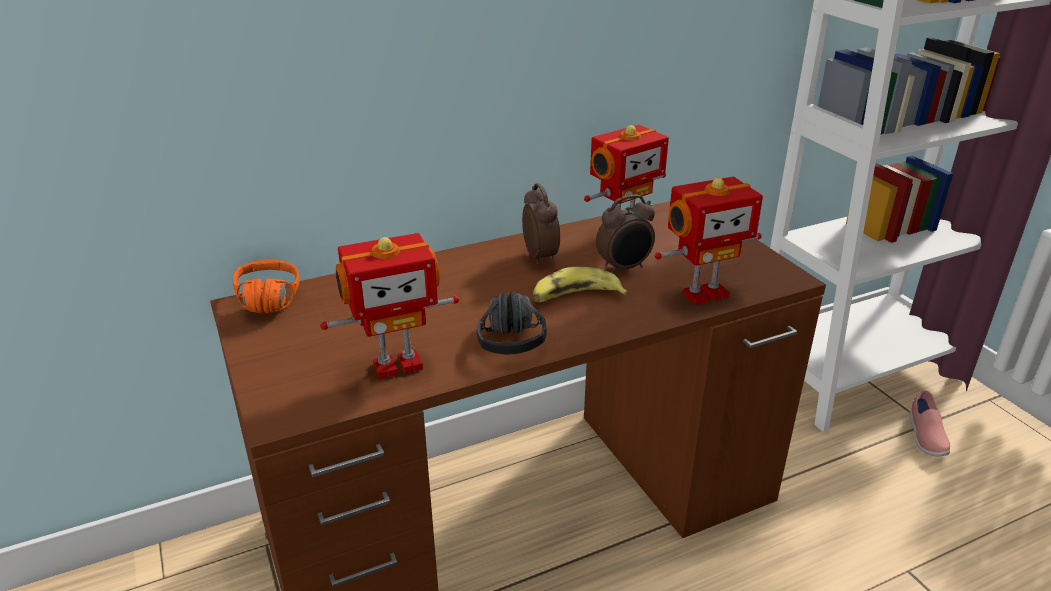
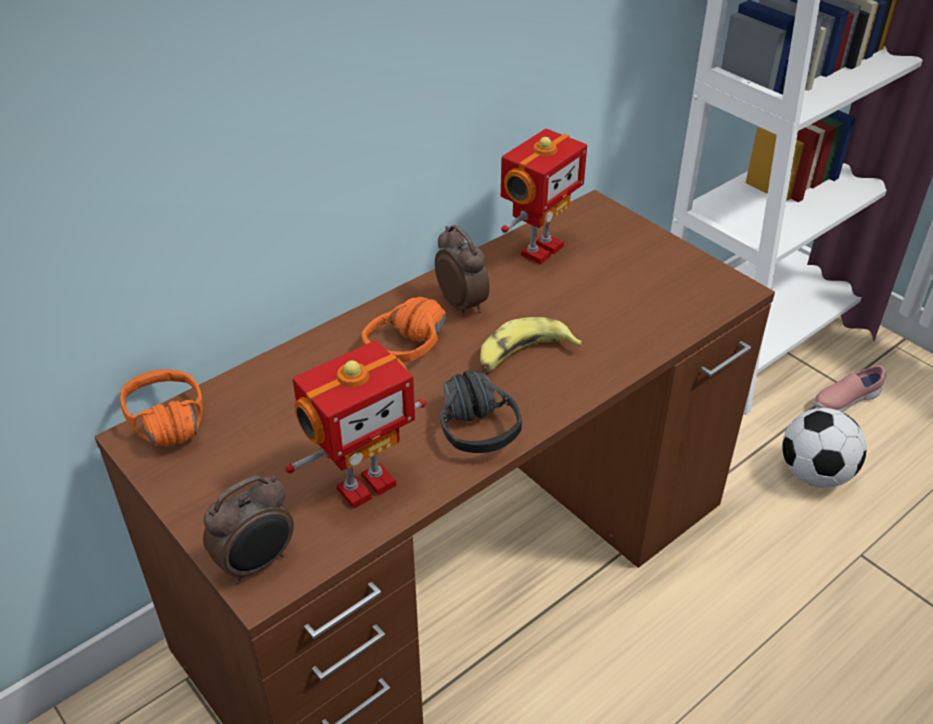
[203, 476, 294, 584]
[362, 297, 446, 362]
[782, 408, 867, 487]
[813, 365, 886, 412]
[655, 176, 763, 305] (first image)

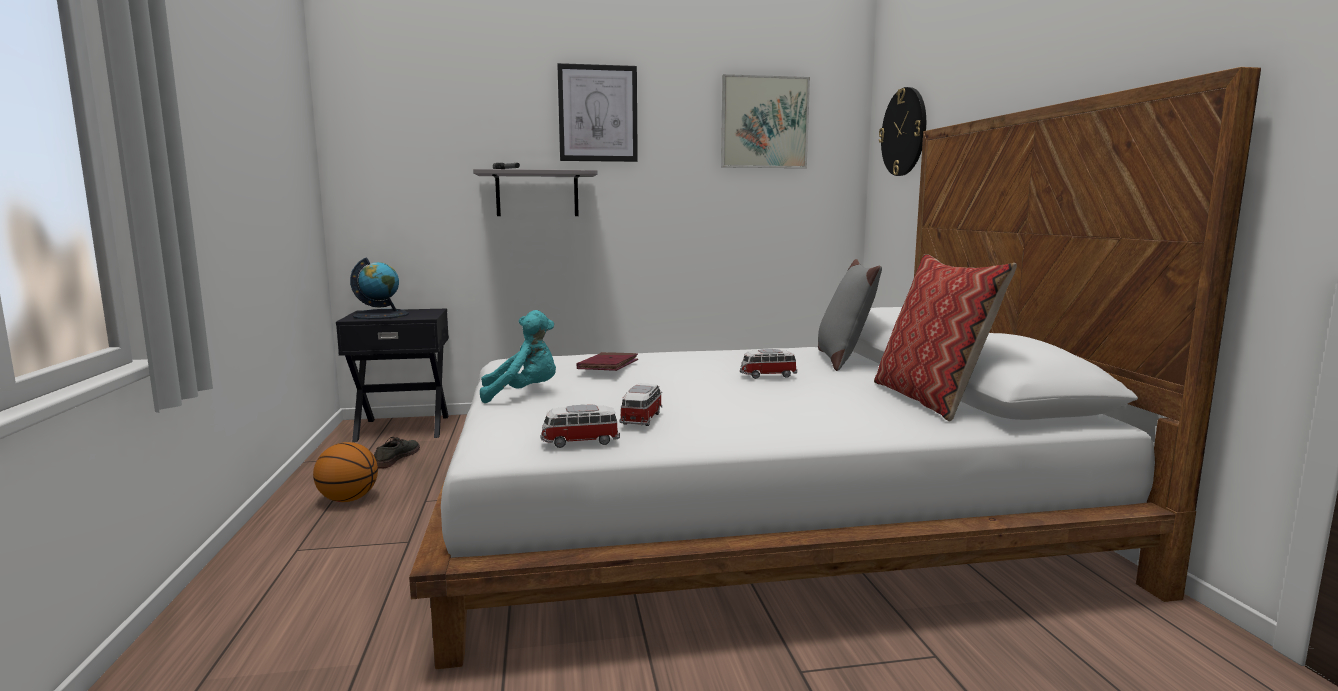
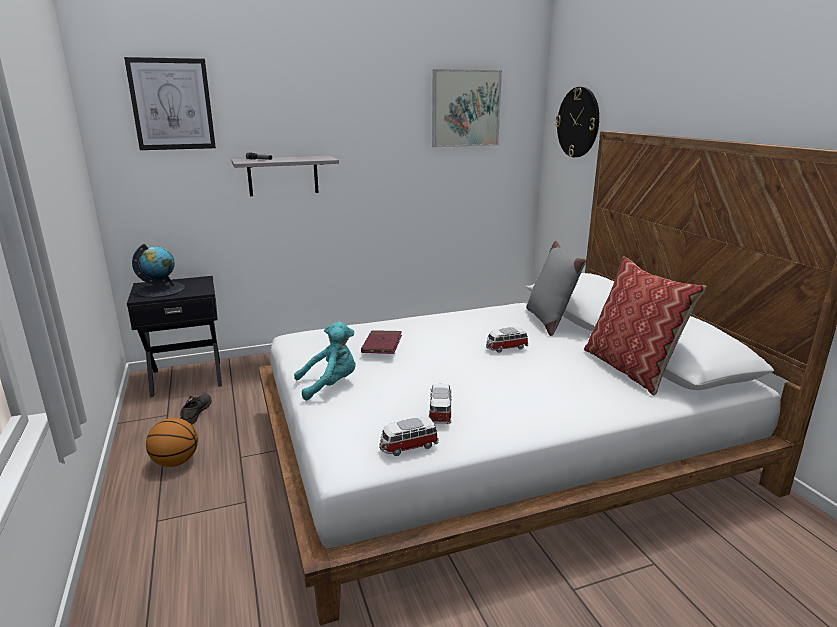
[124, 57, 216, 150]

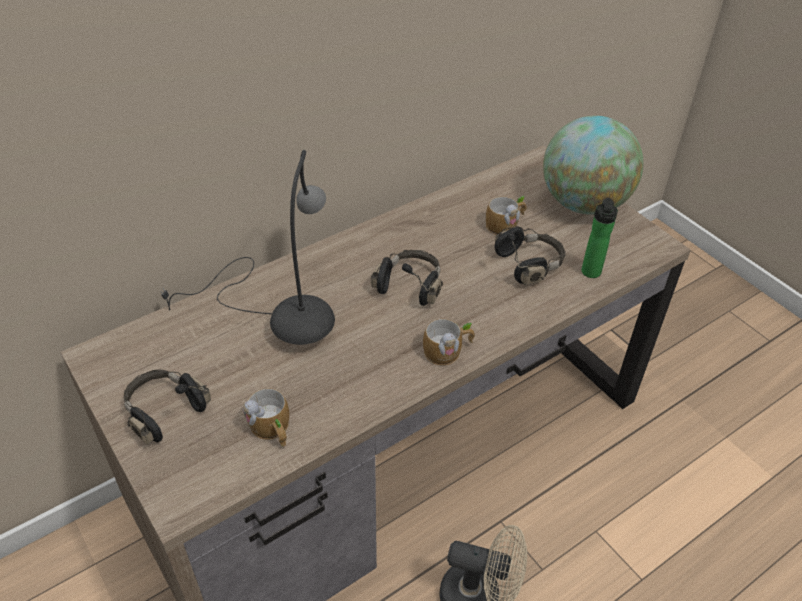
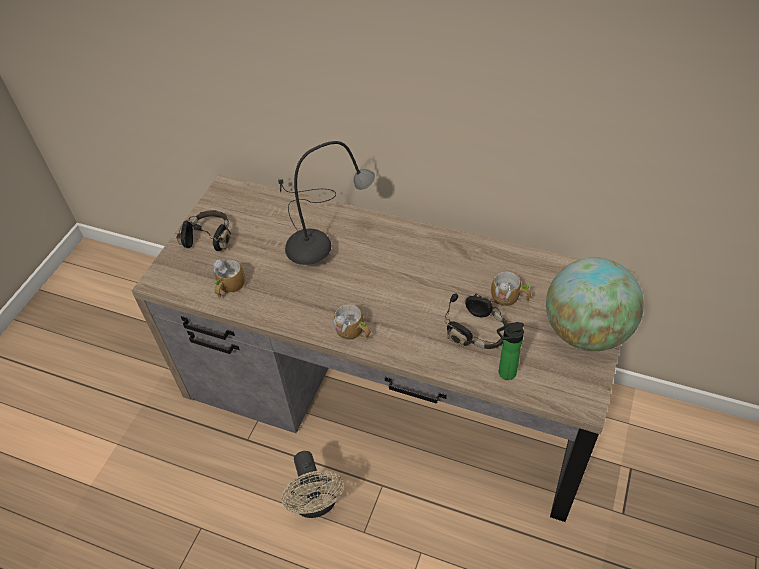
[371, 250, 443, 306] (first image)

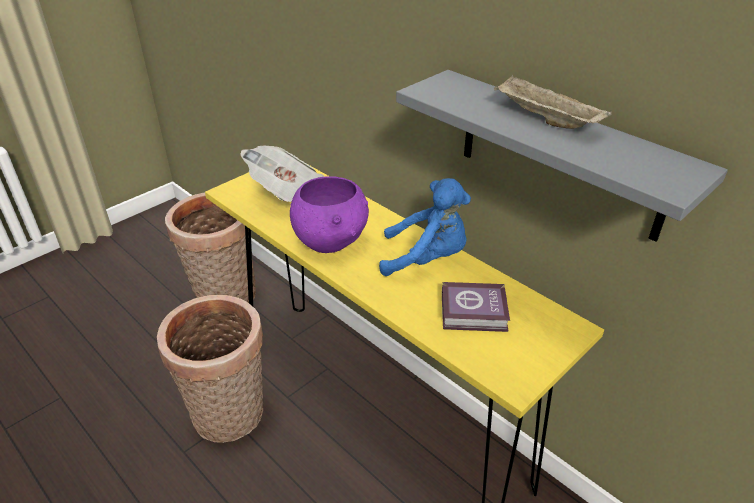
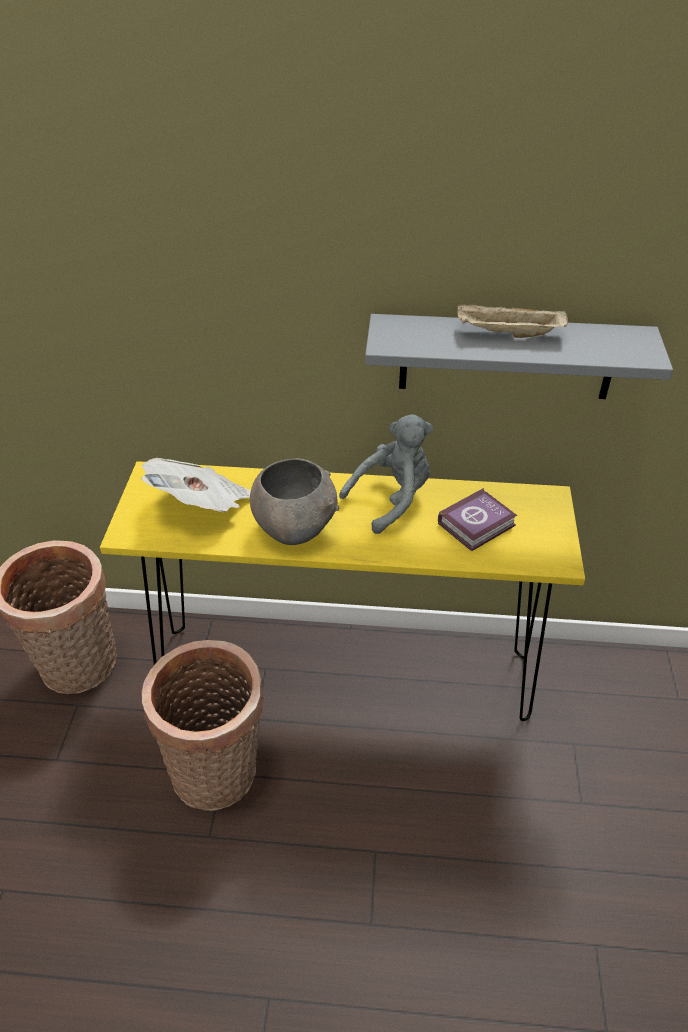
[250, 458, 339, 545]
[339, 414, 433, 534]

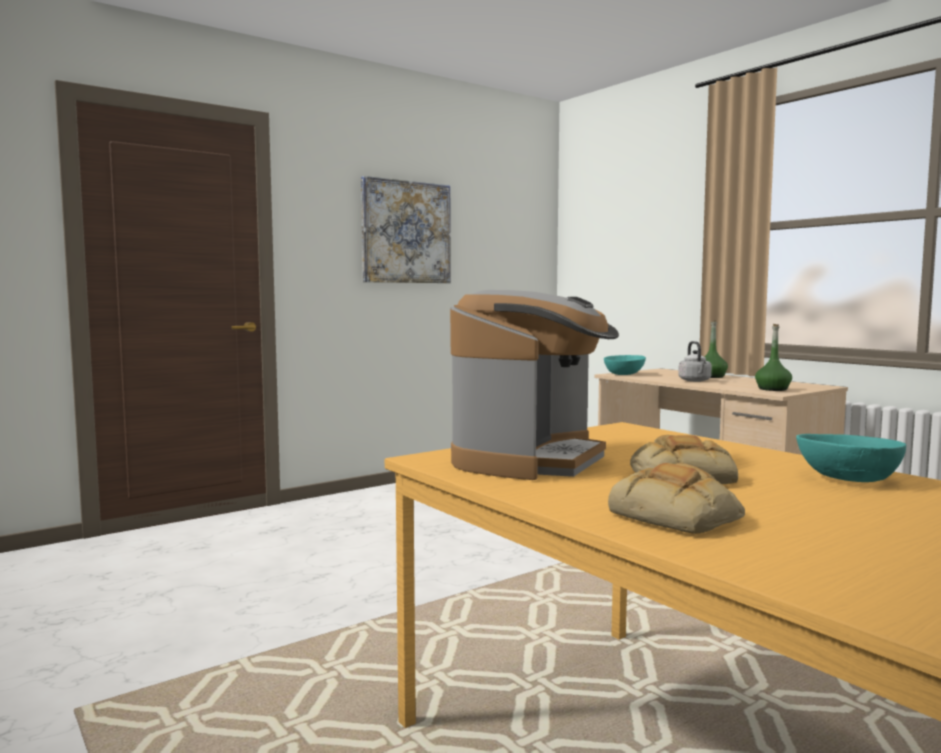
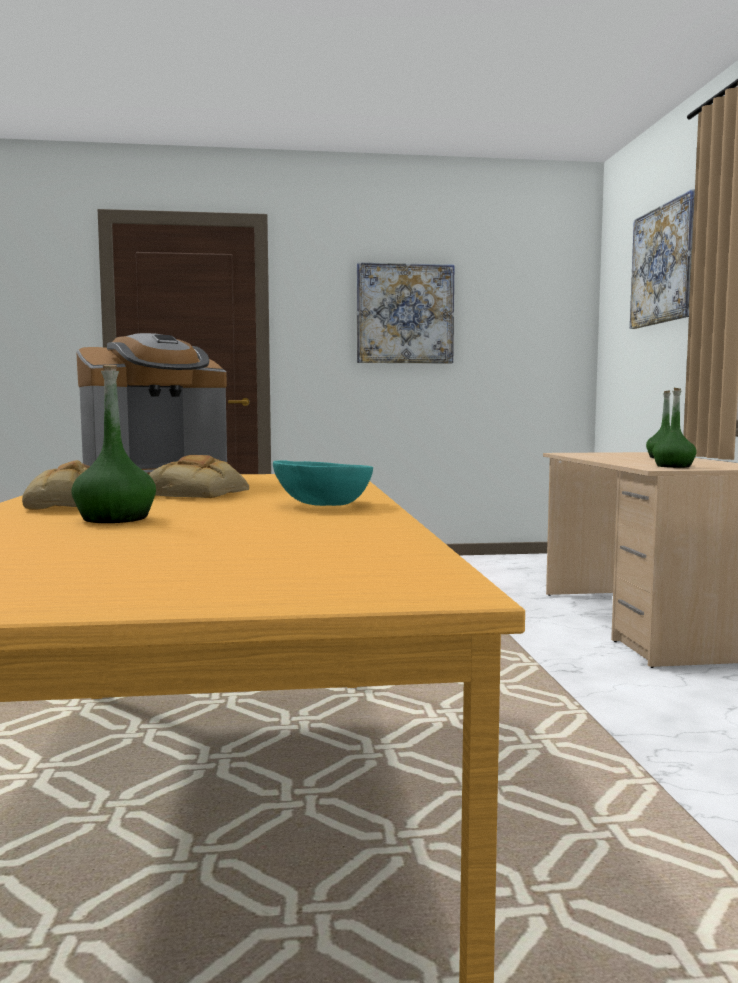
[72, 365, 156, 523]
[630, 189, 695, 329]
[604, 355, 646, 375] (first image)
[678, 341, 712, 382] (first image)

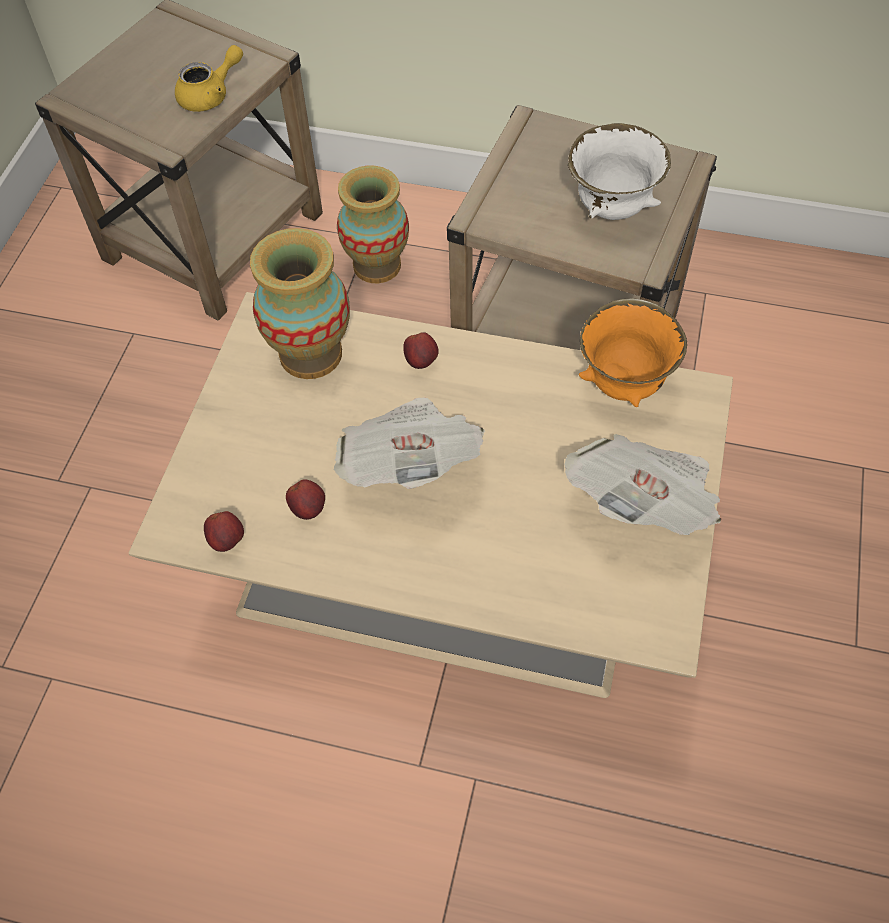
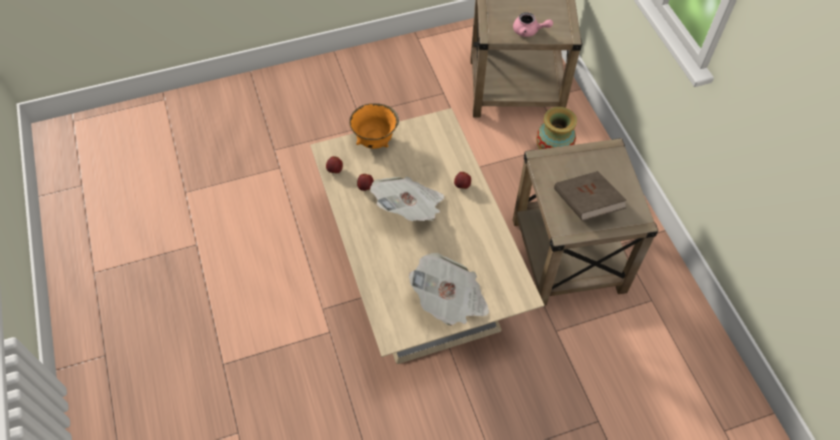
[349, 103, 399, 149]
[513, 12, 553, 37]
[554, 171, 627, 221]
[250, 228, 350, 379] (first image)

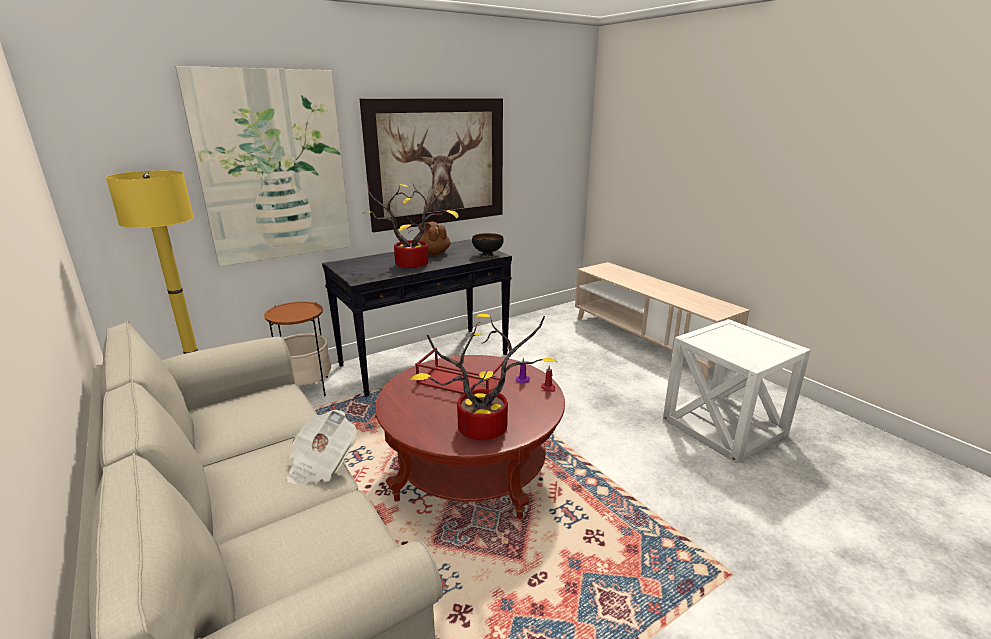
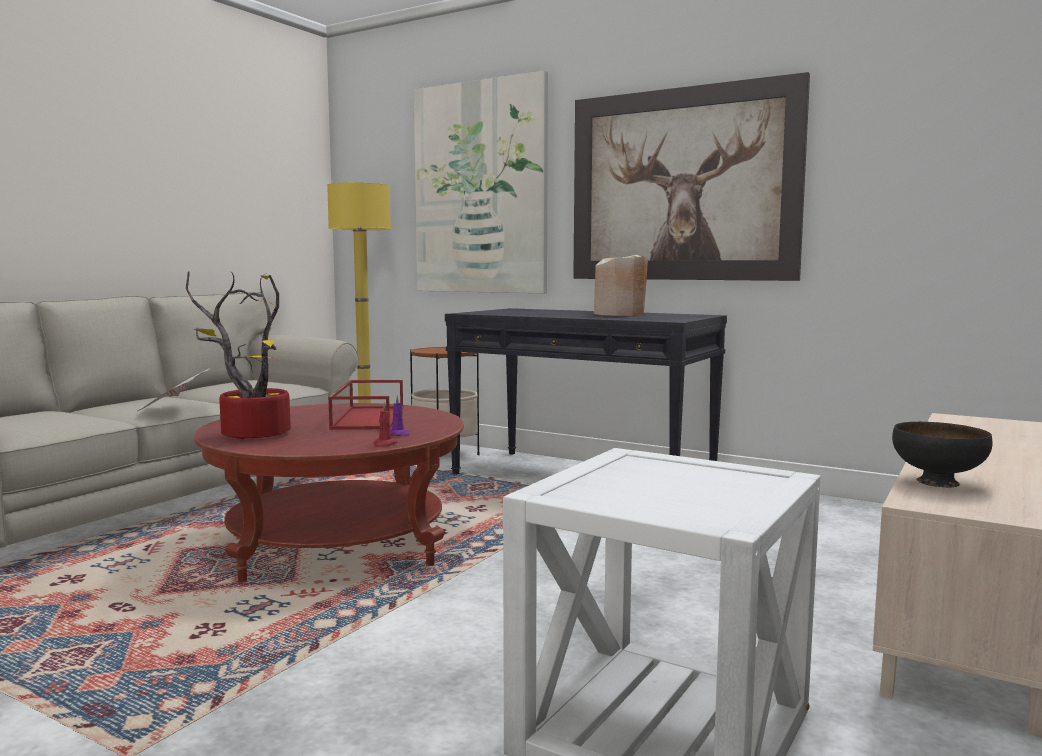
[594, 255, 648, 316]
[892, 422, 992, 487]
[364, 179, 459, 268] (first image)

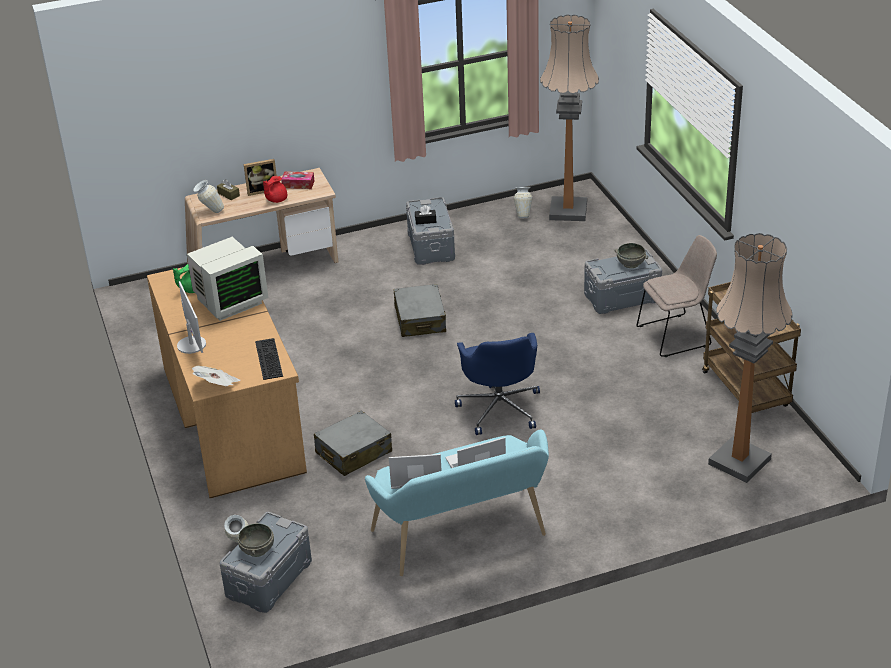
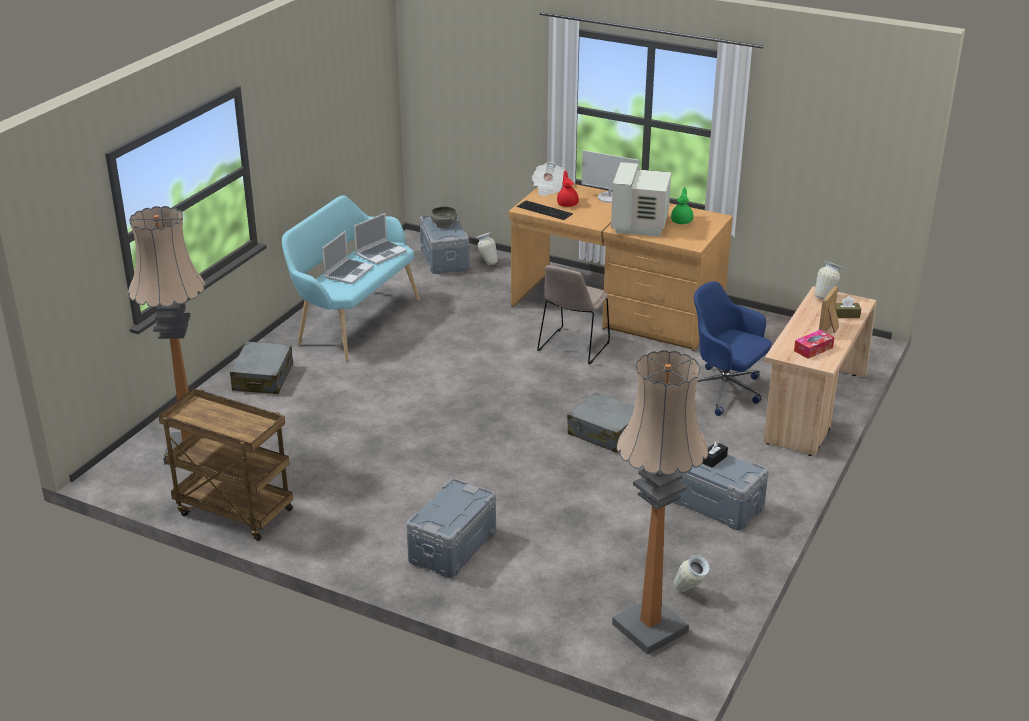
[230, 342, 293, 394]
[537, 265, 610, 364]
[557, 171, 579, 207]
[694, 281, 771, 416]
[614, 243, 648, 268] (first image)

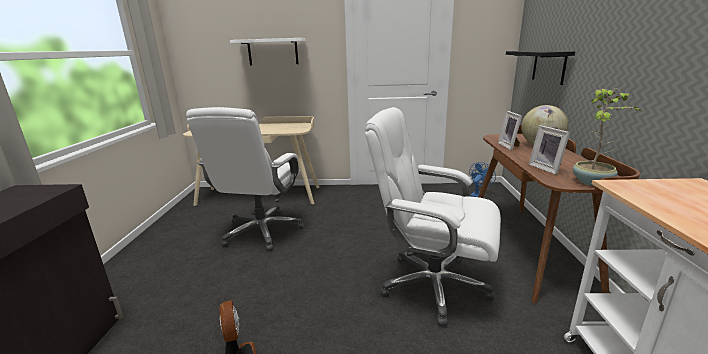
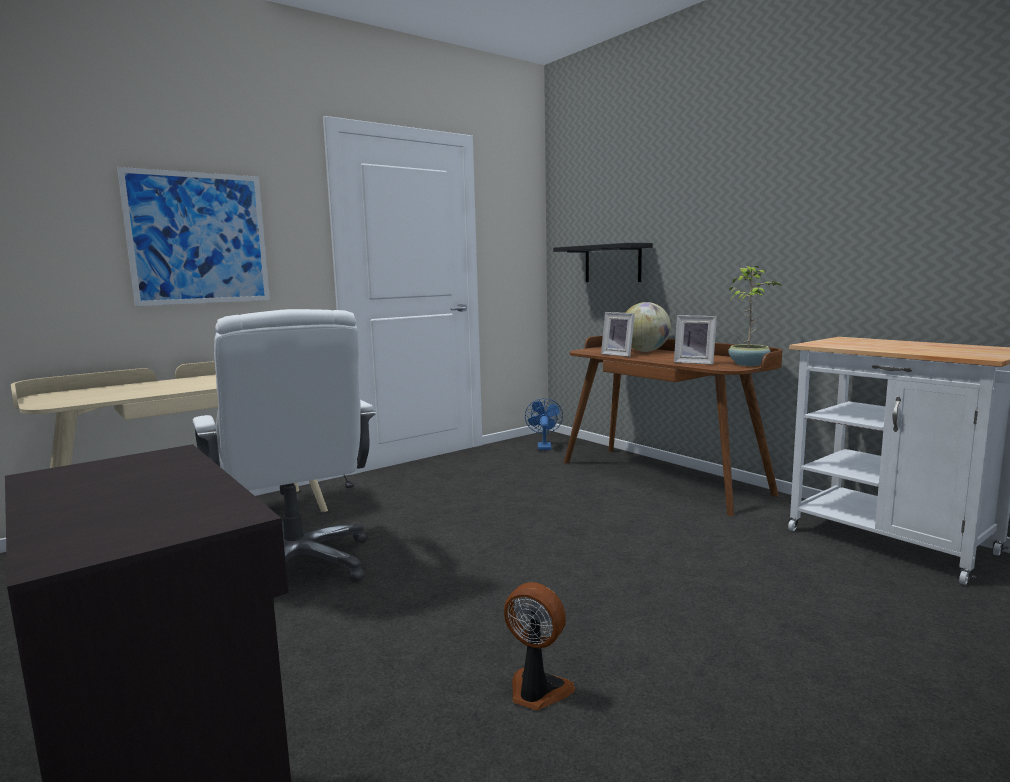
[117, 167, 270, 306]
[365, 107, 501, 326] (first image)

